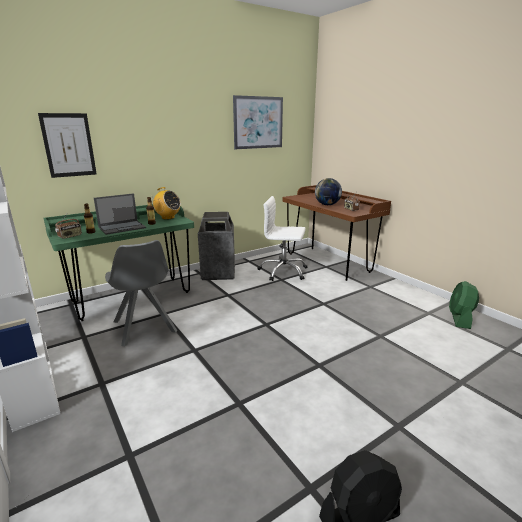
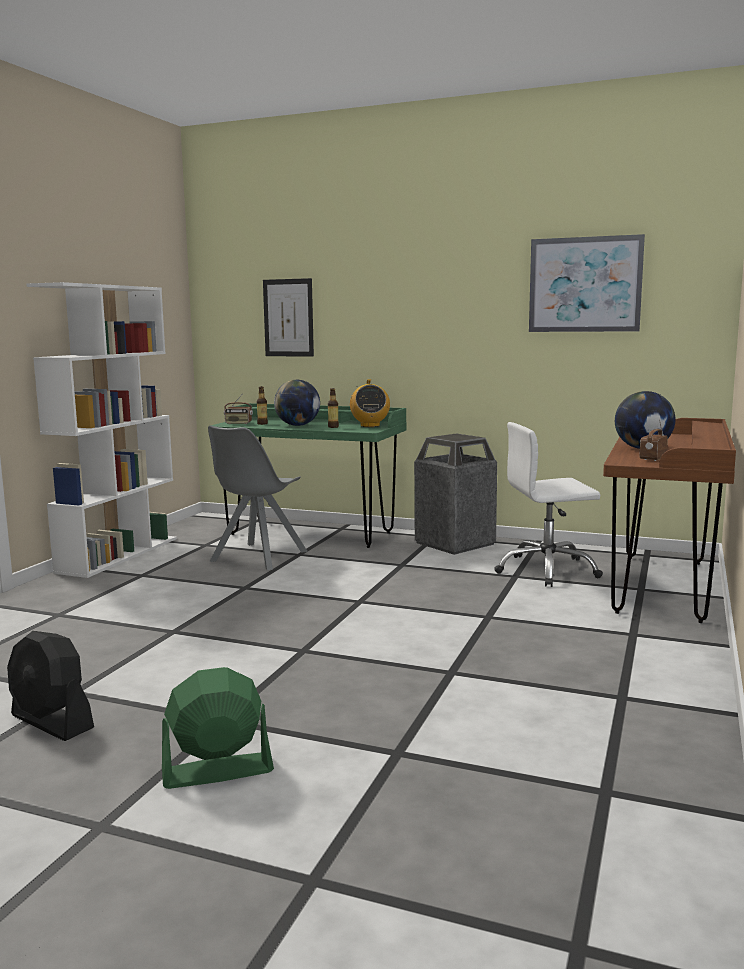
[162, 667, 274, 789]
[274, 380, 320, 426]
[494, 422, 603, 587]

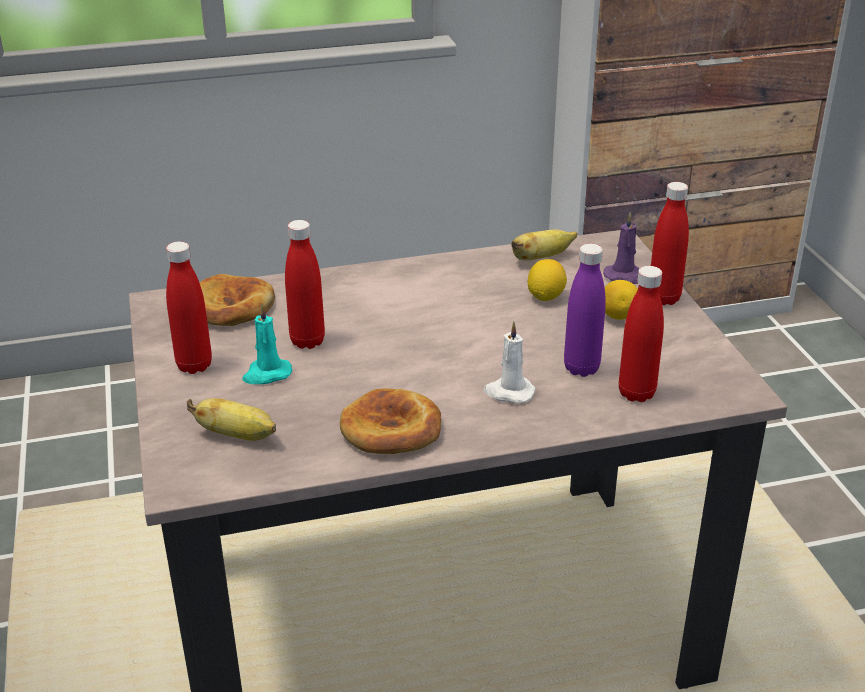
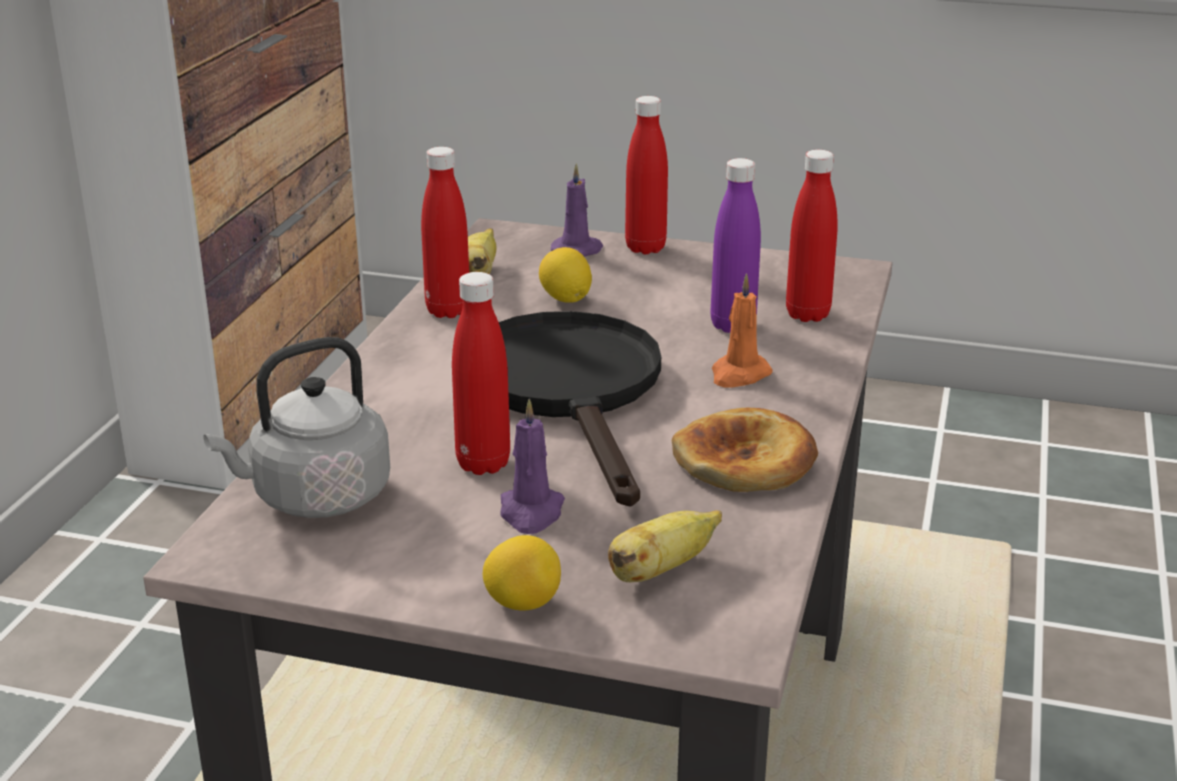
[203, 337, 390, 518]
[421, 147, 469, 318]
[483, 535, 561, 611]
[499, 311, 661, 506]
[500, 398, 565, 534]
[712, 274, 773, 388]

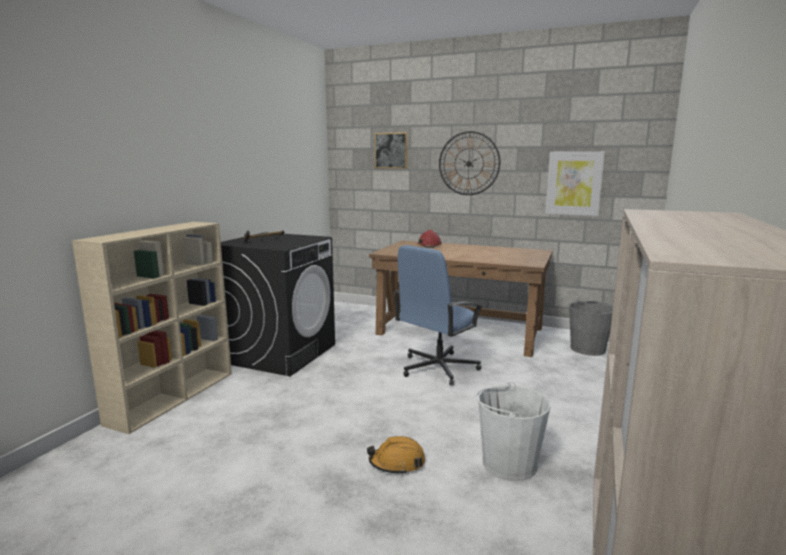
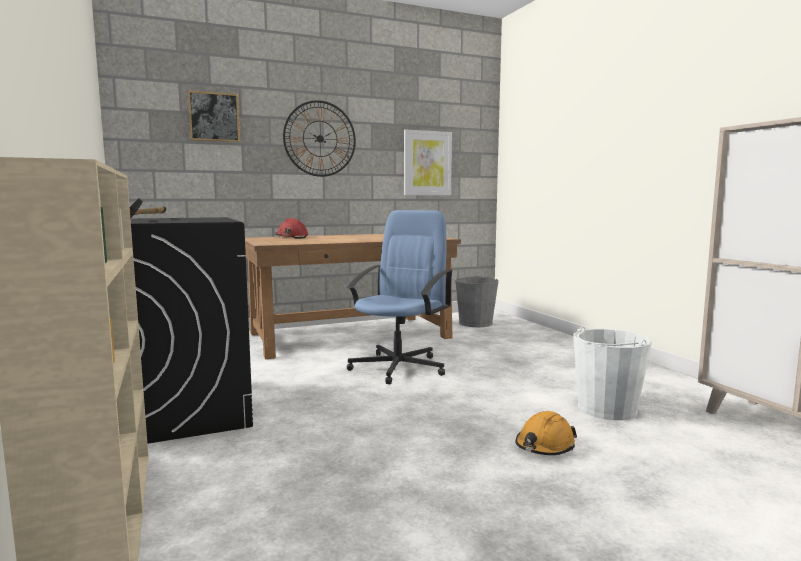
[347, 210, 453, 385]

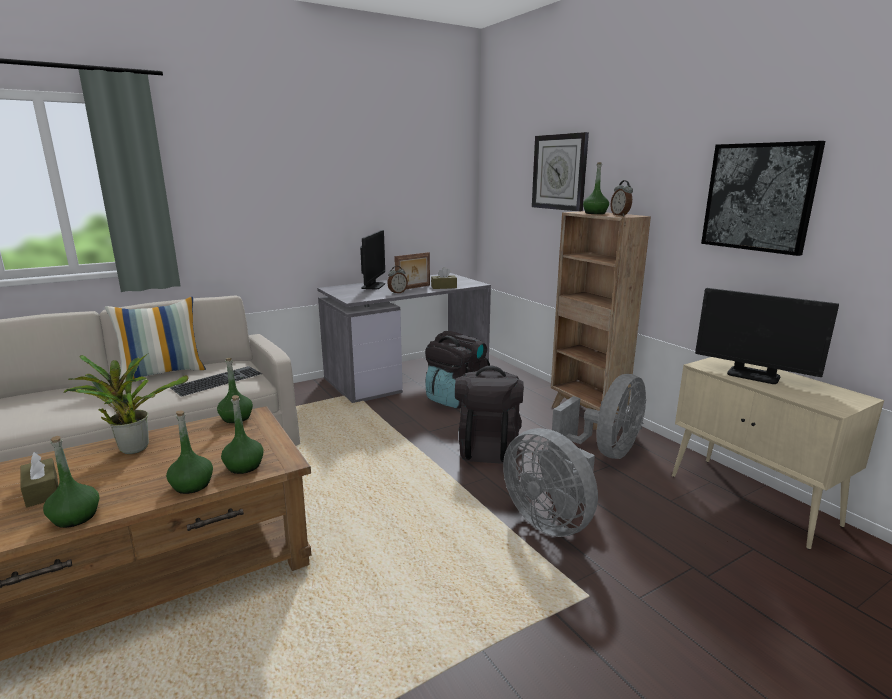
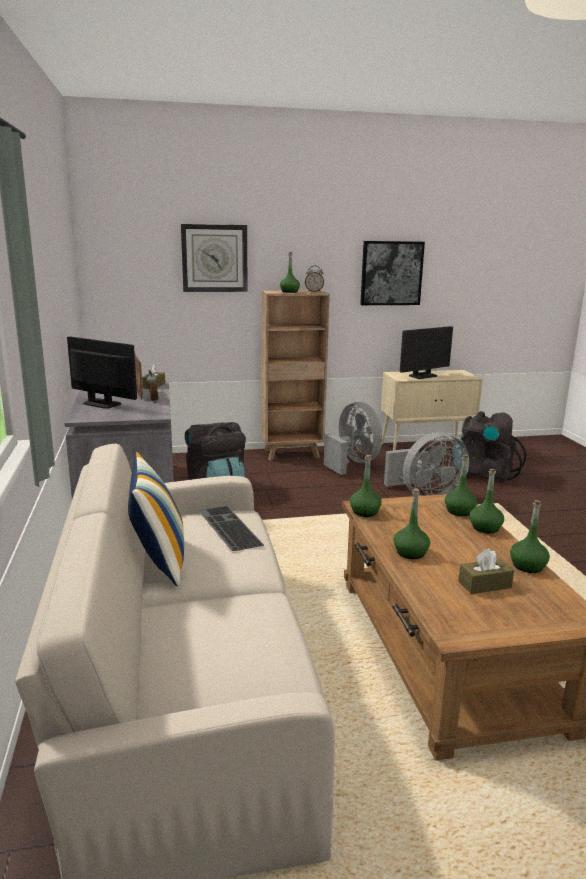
[393, 488, 430, 559]
[452, 411, 527, 483]

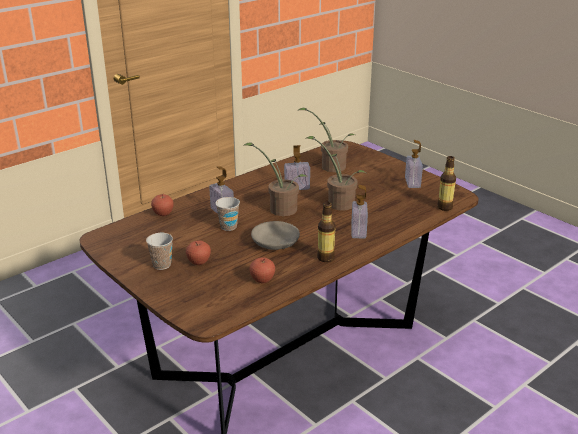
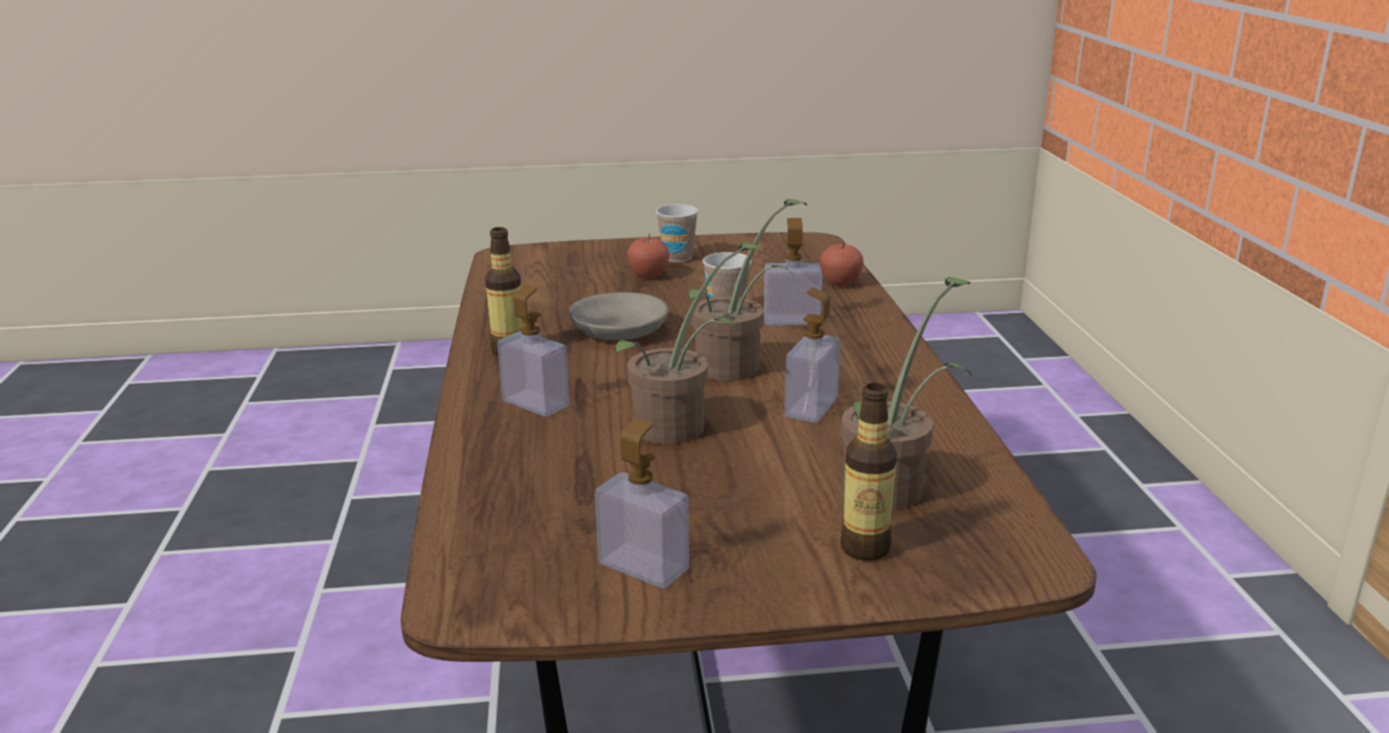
[840, 383, 897, 561]
[249, 258, 275, 283] (first image)

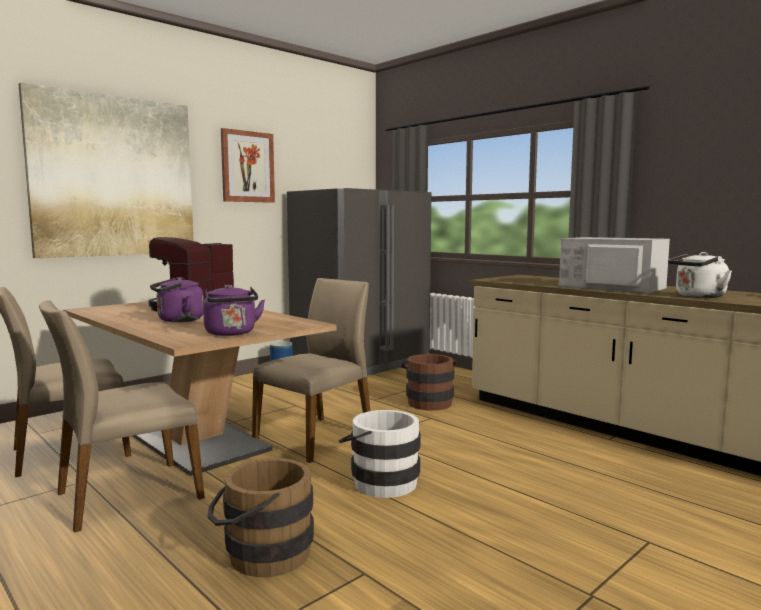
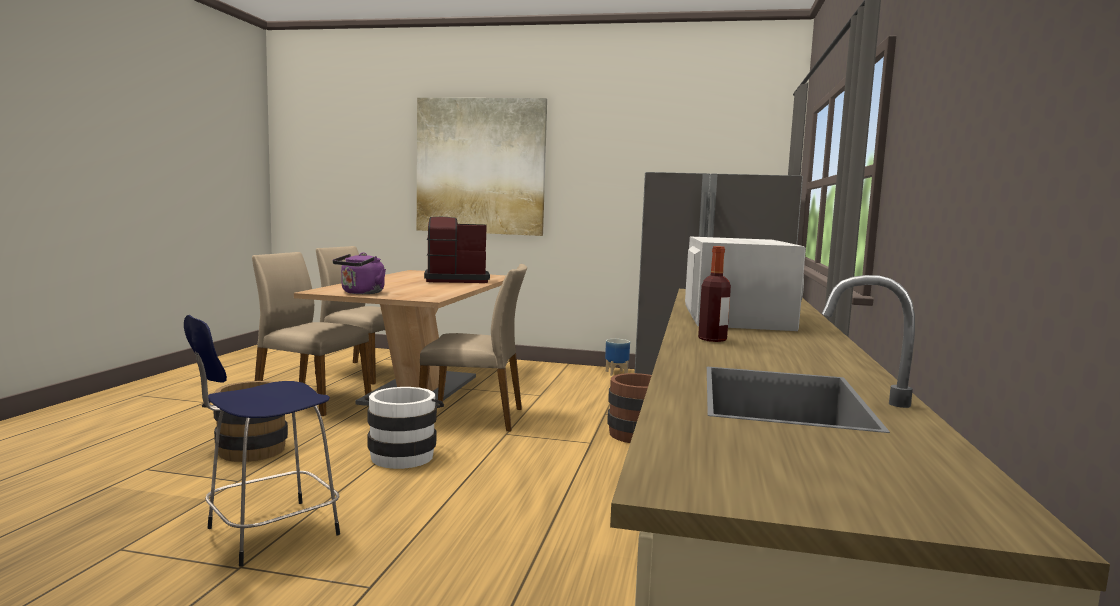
[184, 315, 340, 566]
[698, 246, 731, 342]
[150, 277, 204, 322] (first image)
[221, 128, 275, 203] (first image)

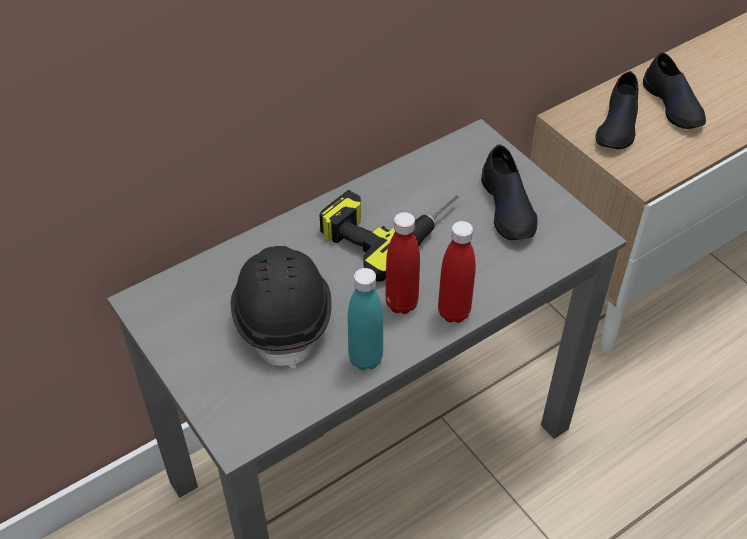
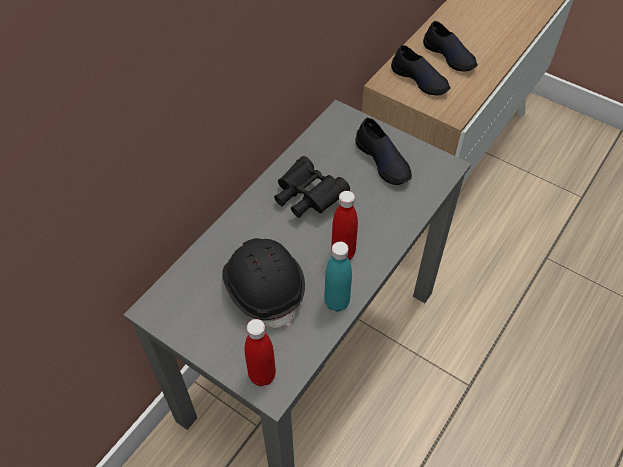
[244, 319, 276, 386]
[274, 156, 350, 218]
[391, 45, 451, 95]

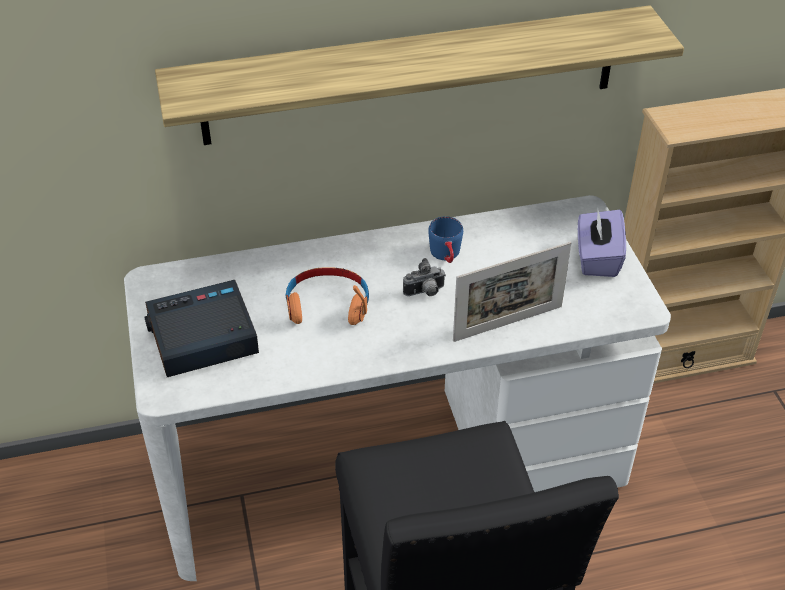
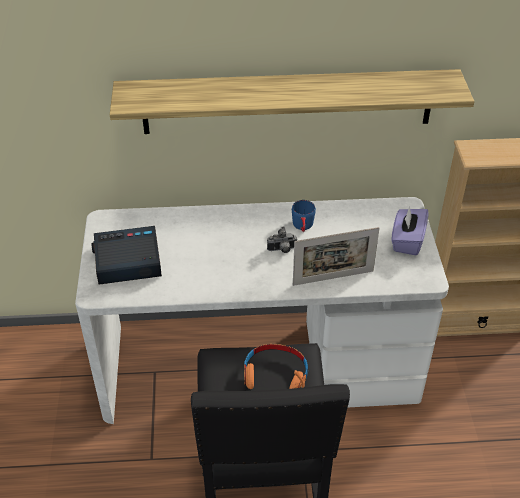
[244, 344, 308, 389]

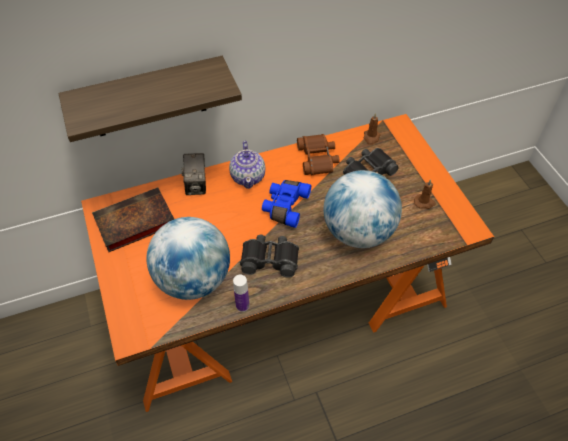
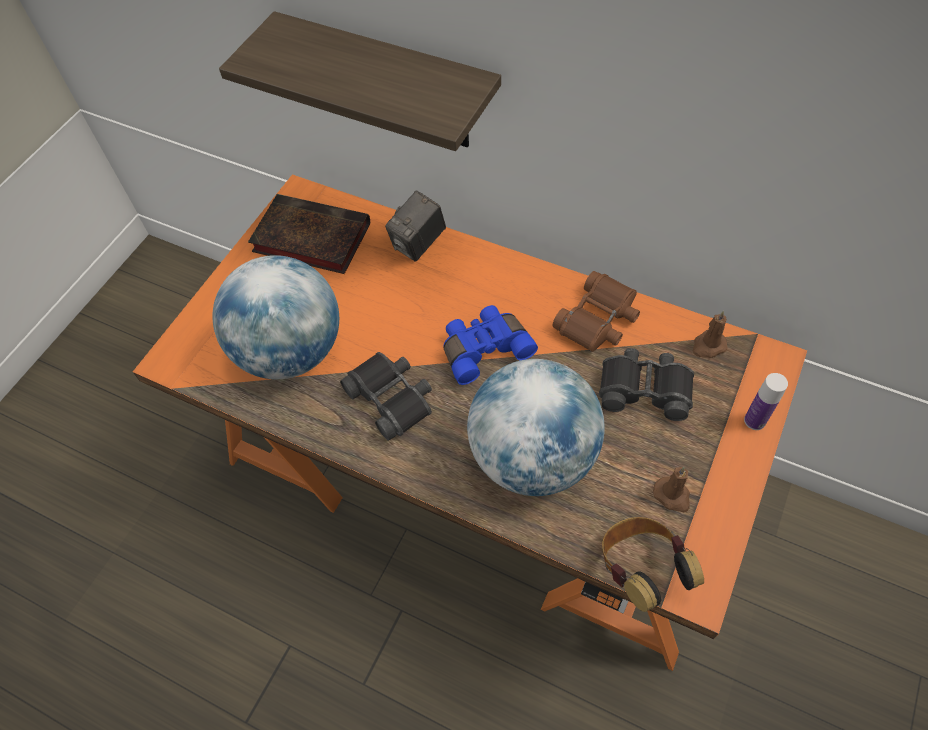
[602, 517, 704, 612]
[744, 373, 788, 430]
[229, 141, 265, 189] (first image)

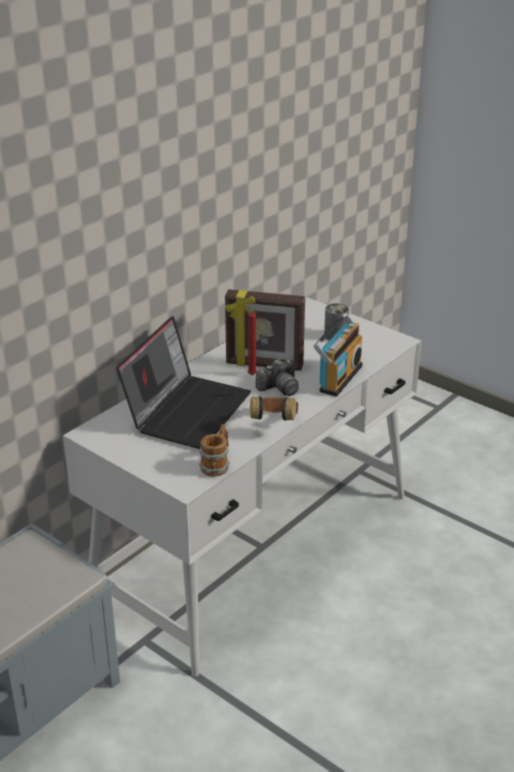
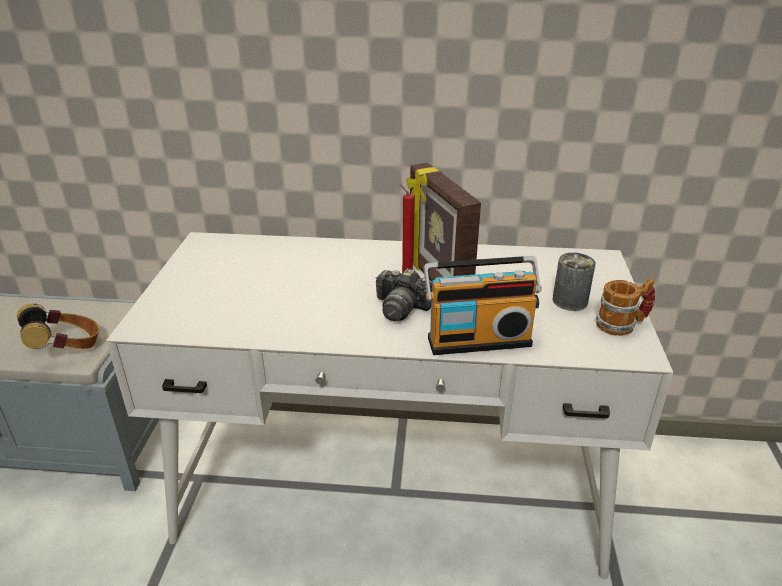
[17, 304, 99, 349]
[596, 278, 655, 336]
[116, 316, 251, 449] (first image)

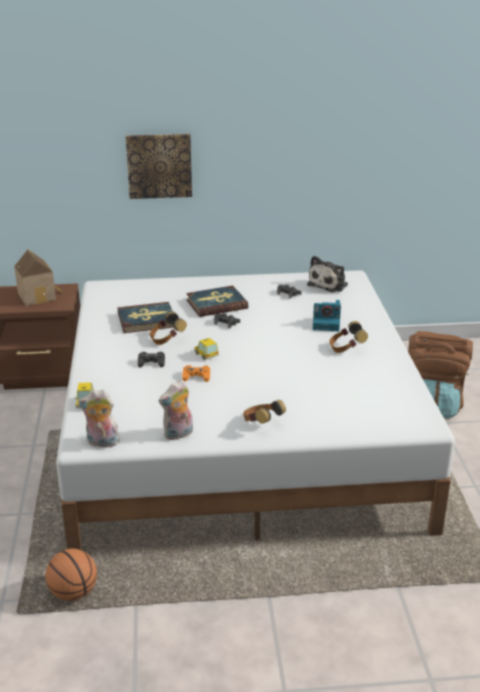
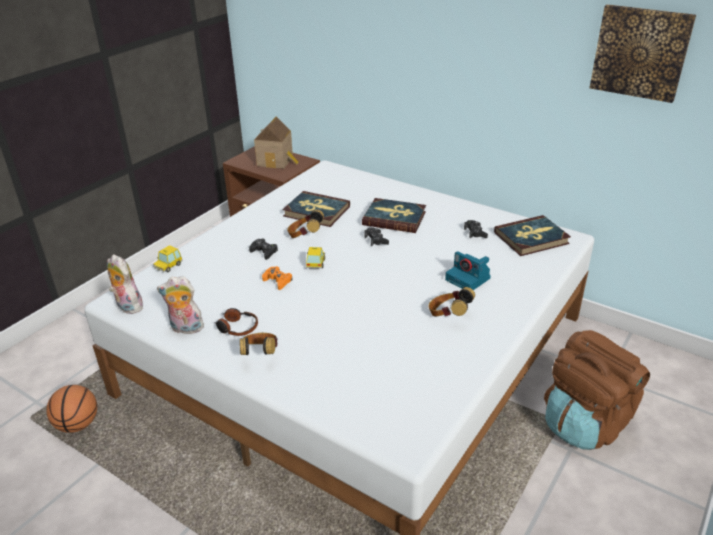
[214, 308, 258, 336]
[494, 215, 571, 256]
[589, 4, 696, 103]

